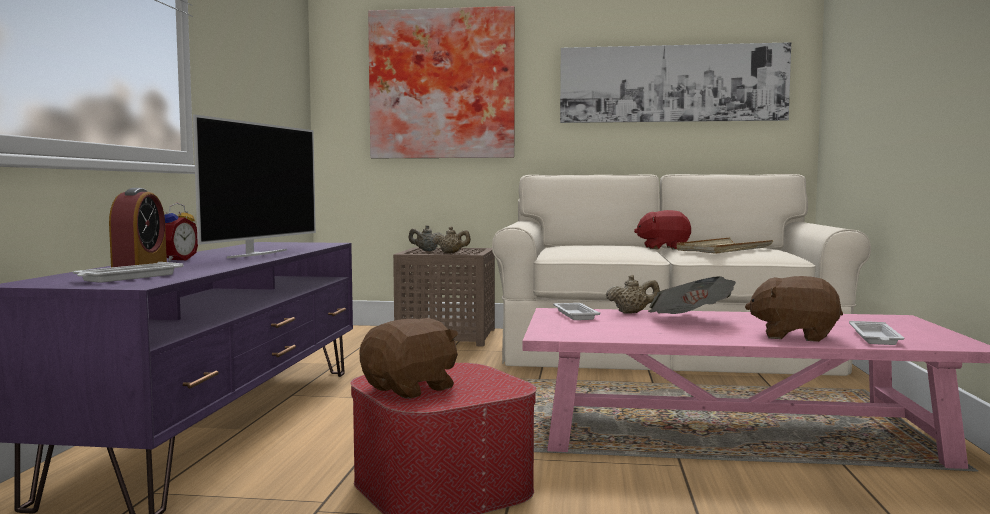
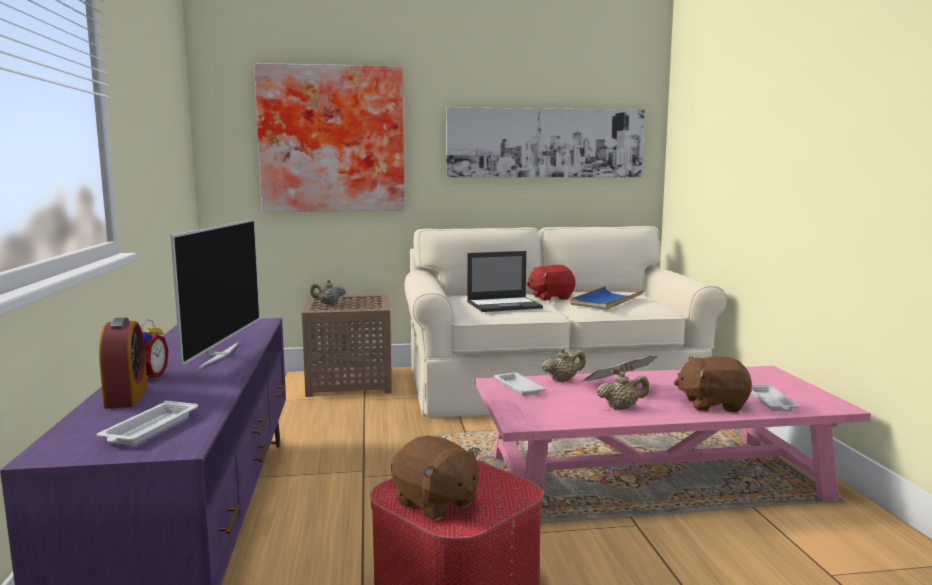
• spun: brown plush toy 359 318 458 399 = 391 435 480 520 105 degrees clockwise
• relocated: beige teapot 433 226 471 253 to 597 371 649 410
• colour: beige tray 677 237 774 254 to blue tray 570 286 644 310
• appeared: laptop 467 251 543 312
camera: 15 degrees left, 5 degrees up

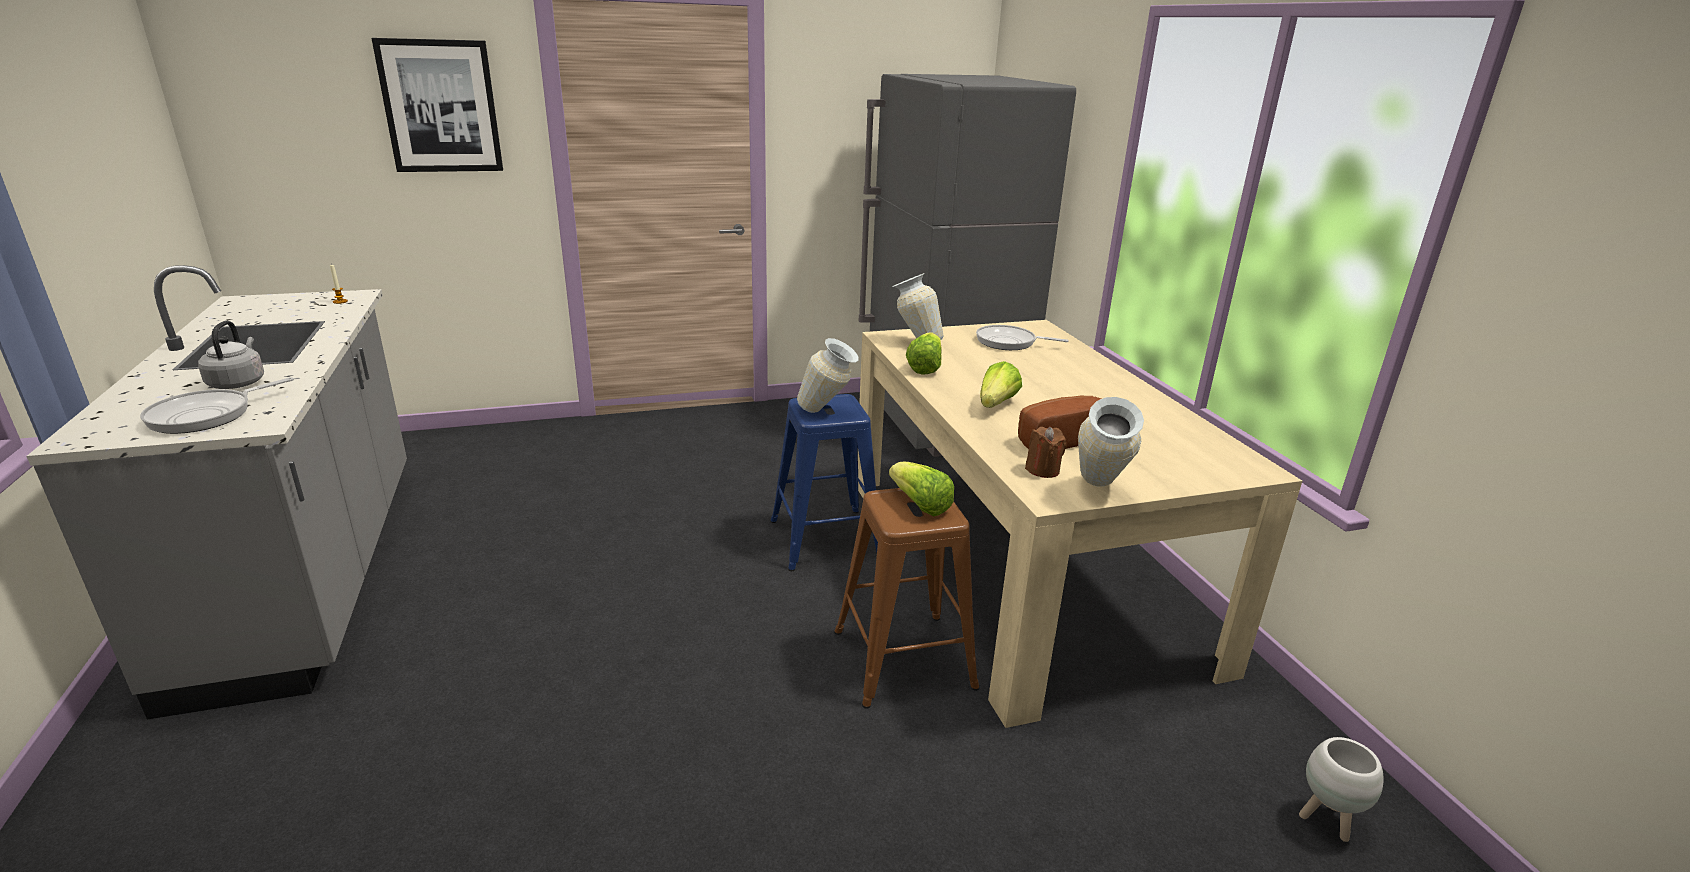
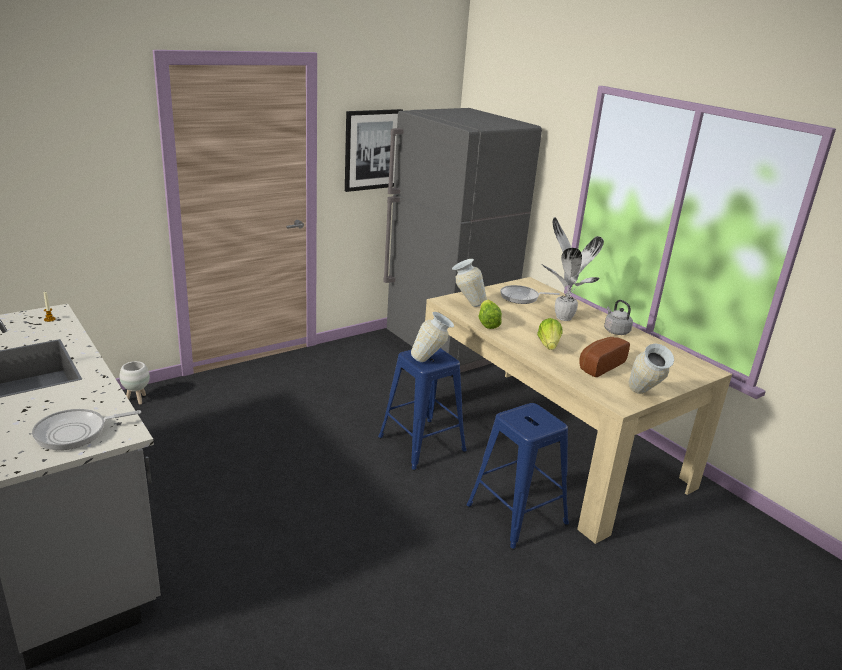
• spun: frying pan 140 377 294 434 = 32 409 141 450 45 degrees clockwise
• relocated: grey kettle 198 321 264 389 to 604 300 633 335
• relocated: picture 372 38 503 172 to 345 109 403 192
• colour: brown stool 834 488 979 709 to blue stool 466 403 569 550
• missing: lettuce 889 462 954 516
• missing: brown candle 1025 427 1066 478
• relocated: white planter 1299 737 1384 842 to 120 361 150 404
• appeared: potted plant 541 217 604 321
camera: 20 degrees left, 0 degrees up

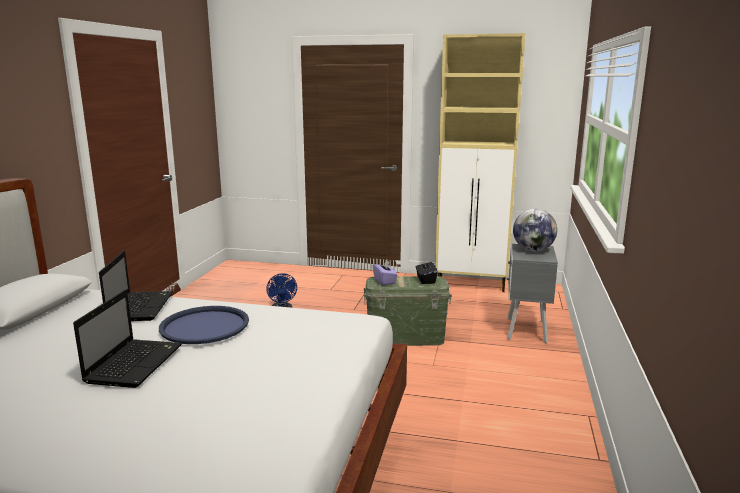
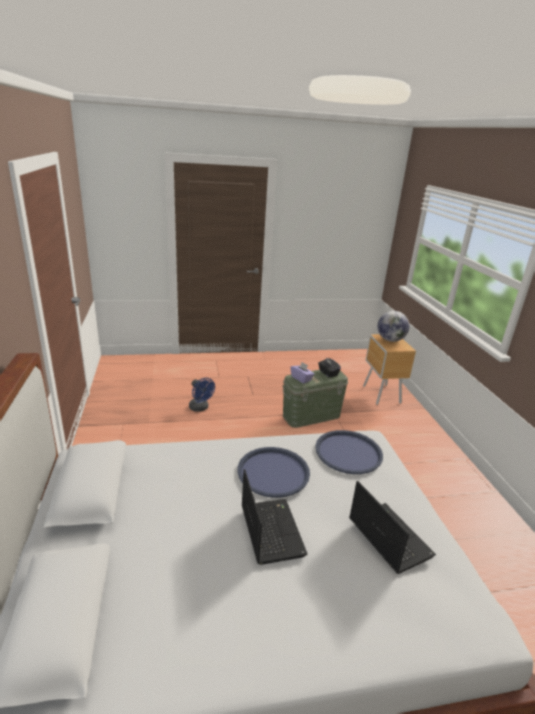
• relocated: laptop 99 251 173 321 to 349 481 436 574
• missing: beige cabinet 435 33 526 292
• colour: grey nightstand 507 244 558 343 to brown nightstand 363 334 416 405
• appeared: blue tray 315 430 383 474
camera: 25 degrees left, 10 degrees up

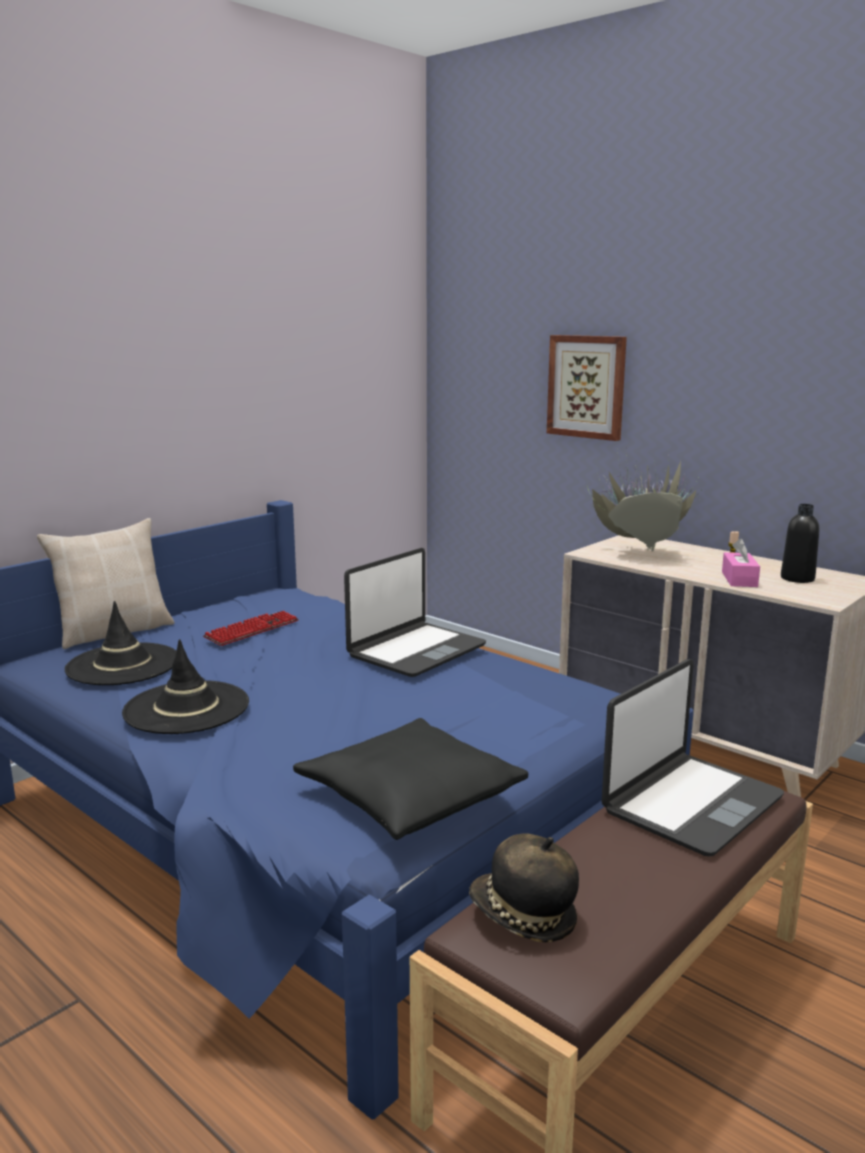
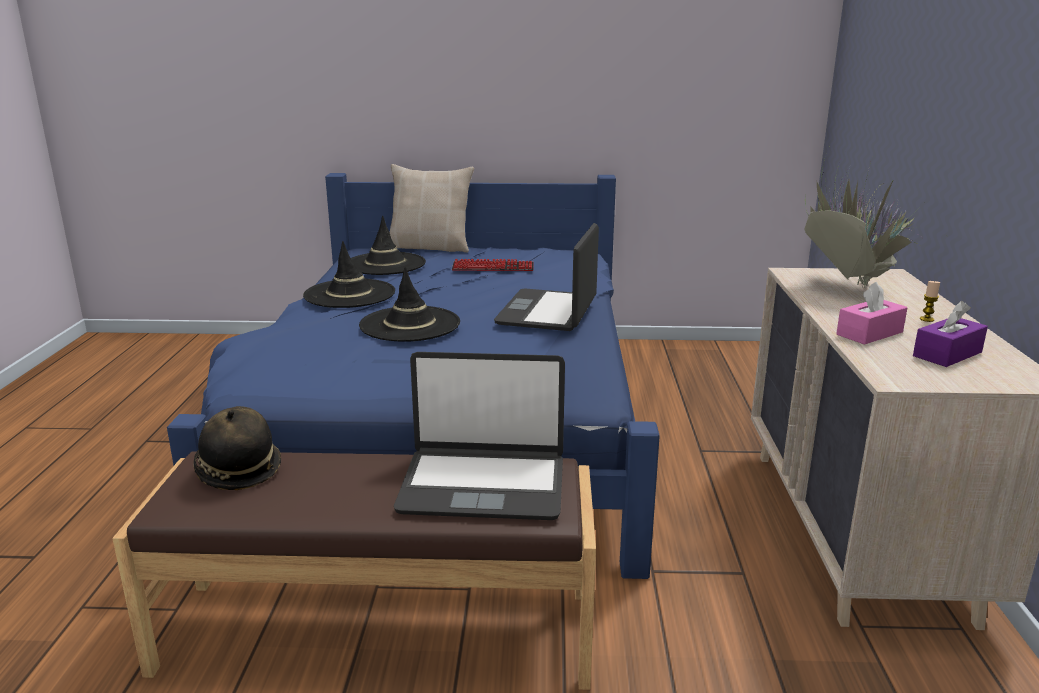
• missing: black pillow 293 718 528 840
• spun: laptop 344 548 486 677 = 494 223 599 331 105 degrees clockwise
• missing: picture 547 335 627 441
• exchanged: black bottle 781 504 819 583 to purple tissue box 913 301 988 367
• appeared: black hat 359 267 460 342
camera: 50 degrees right, 5 degrees up

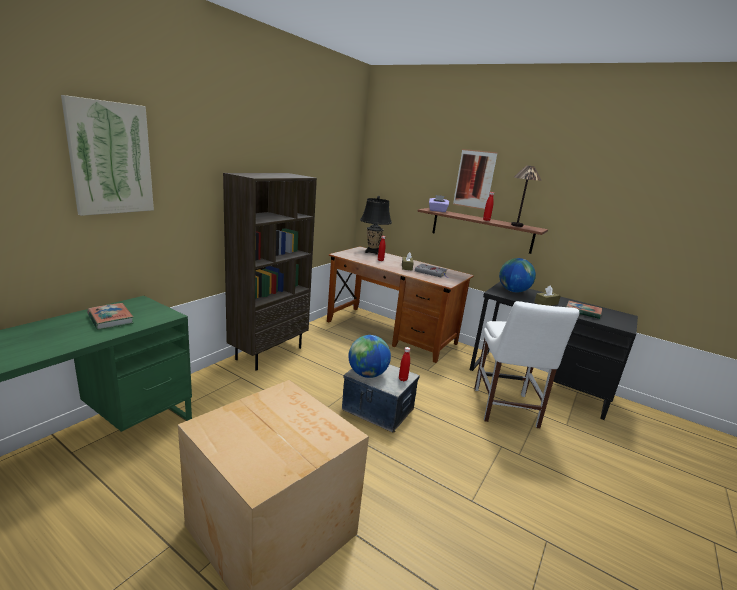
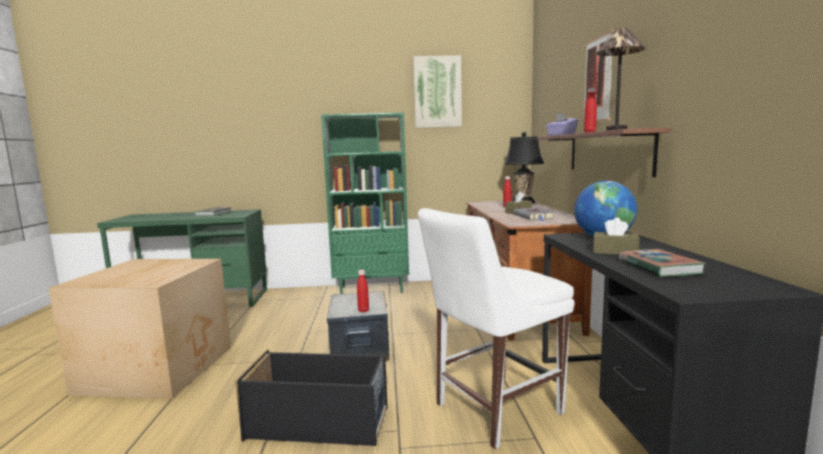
• relocated: picture 61 95 154 216 to 413 55 462 128
• colour: brown bookcase 223 173 317 371 to green bookcase 321 112 409 294
• missing: globe 348 335 391 378
• appeared: black storage box 235 349 388 446
camera: 55 degrees right, 10 degrees down

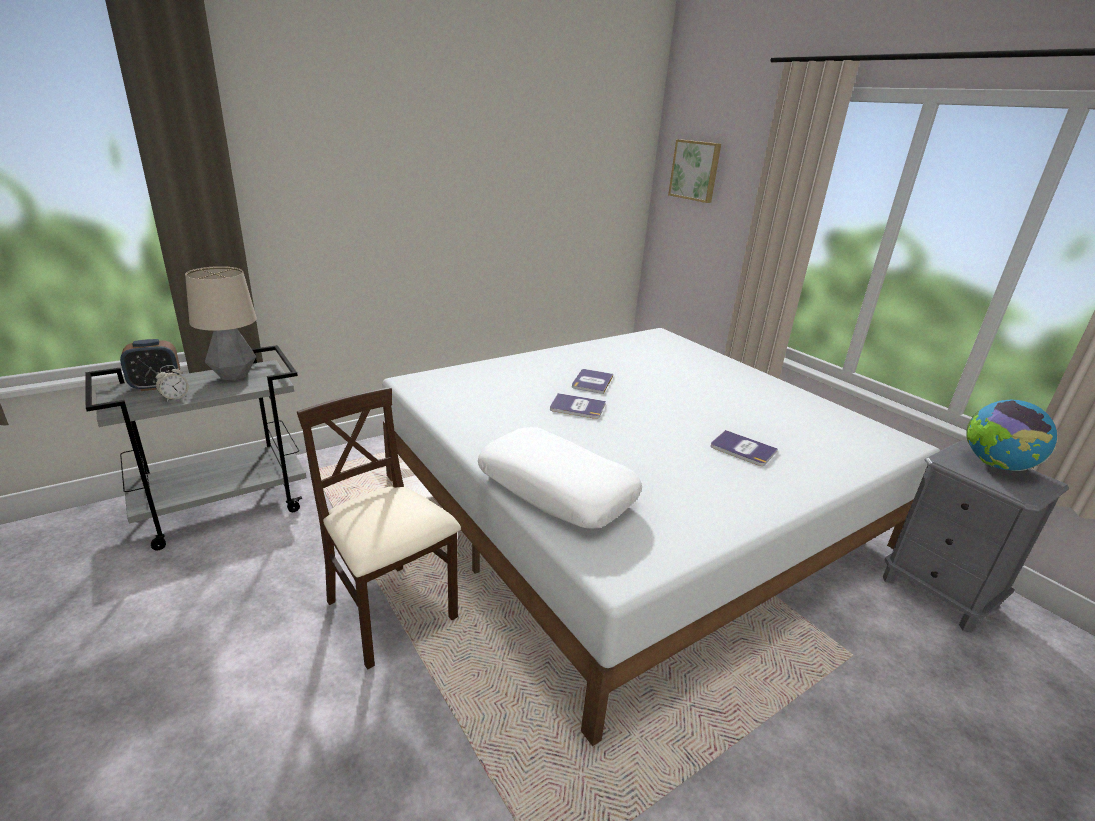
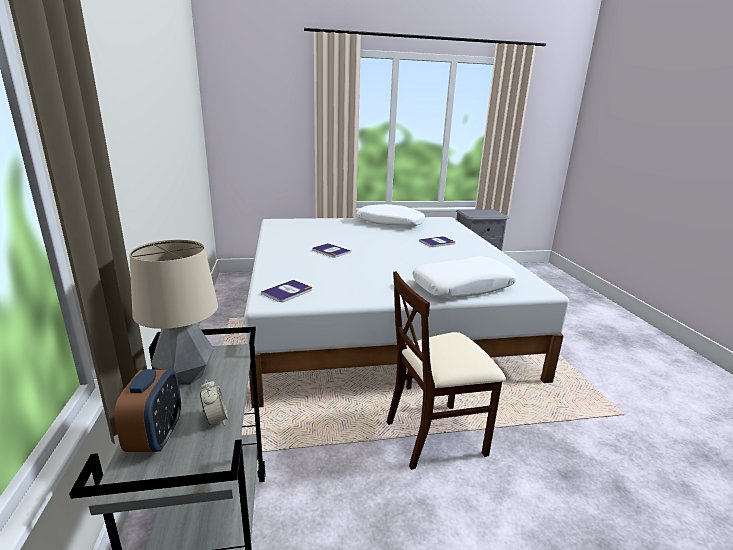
• relocated: book 550 393 606 419 to 261 280 312 302
• missing: picture 668 139 721 203
• missing: globe 966 400 1057 471
• appeared: white pillow 357 204 425 226
camera: 65 degrees left, 5 degrees down

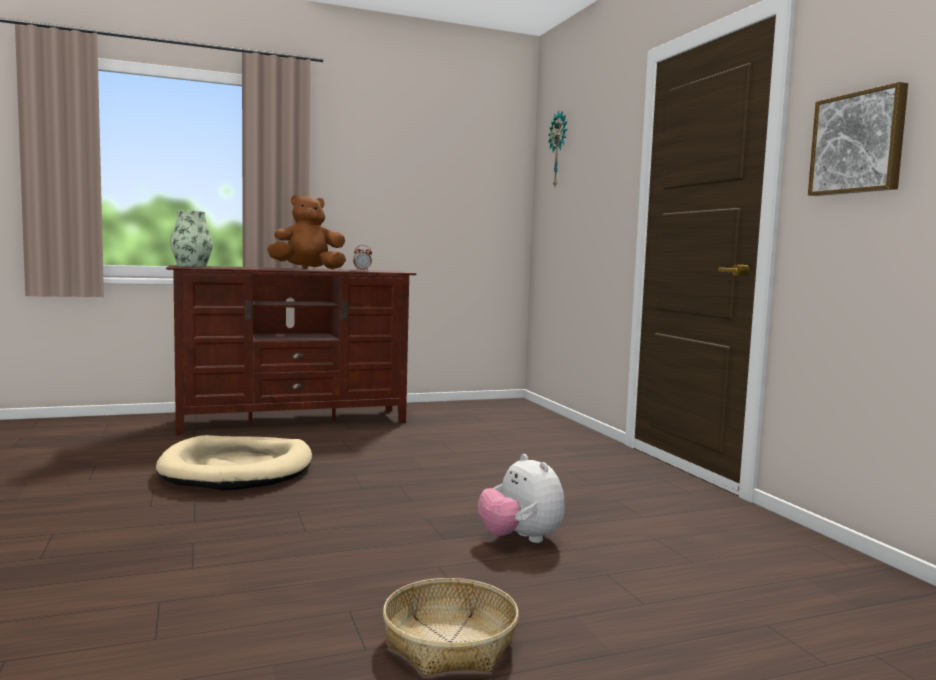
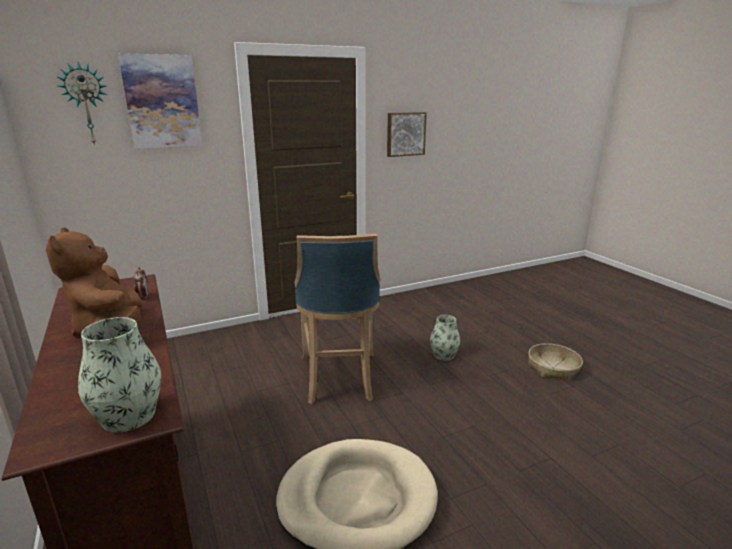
• exchanged: plush toy 478 454 565 543 to vase 430 315 460 361
• appeared: picture 118 53 202 149
• appeared: blue stool 294 234 380 404
camera: 95 degrees left, 15 degrees up

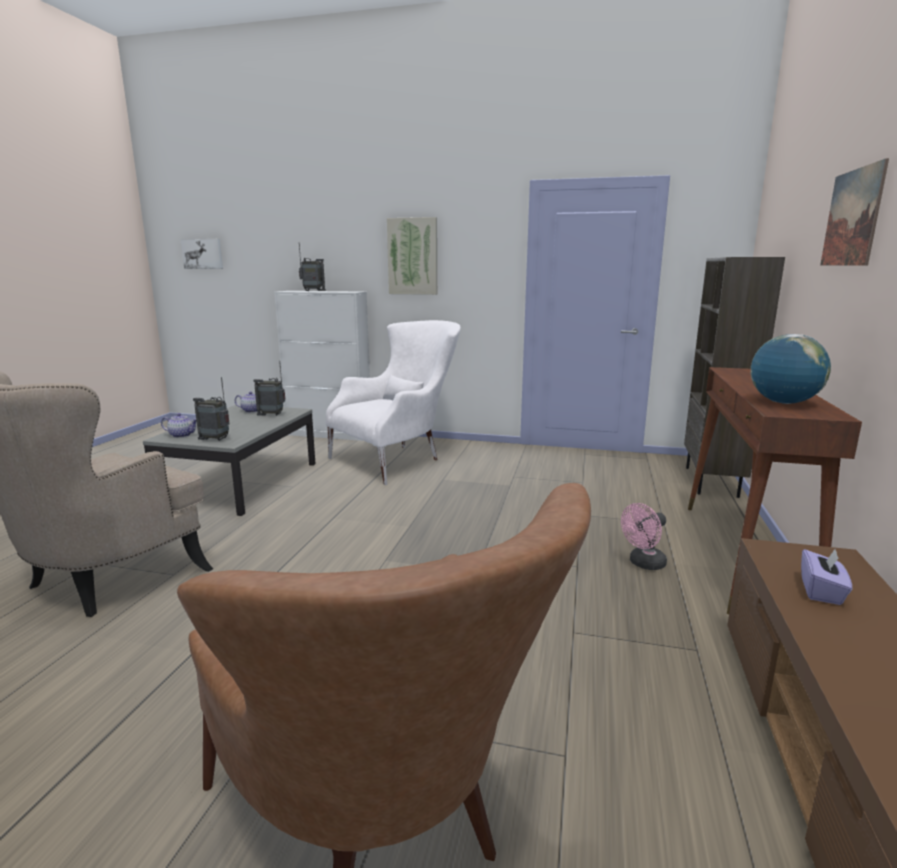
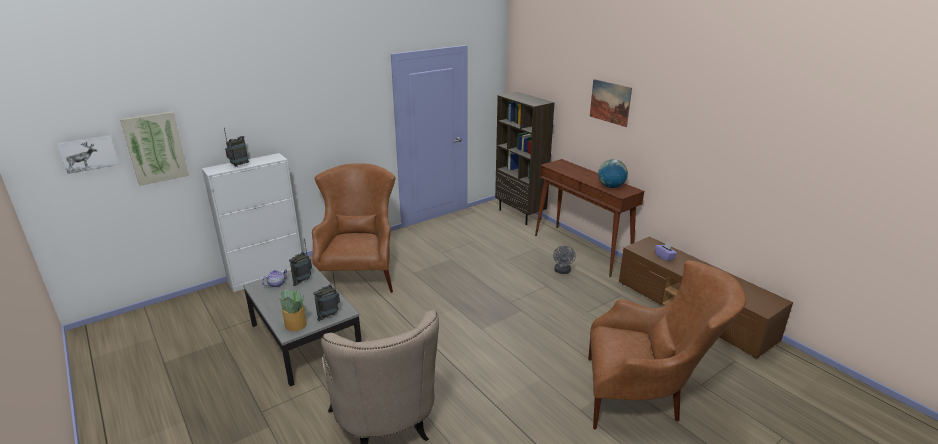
• exchanged: teapot 161 413 197 438 to potted plant 277 289 306 331
• colour: white armchair 326 320 461 485 to brown armchair 312 163 396 293
• relocated: picture 387 217 437 295 to 120 111 189 186
• colour: pink fan 621 503 667 570 to grey fan 553 246 576 274
camera: 50 degrees left, 10 degrees up

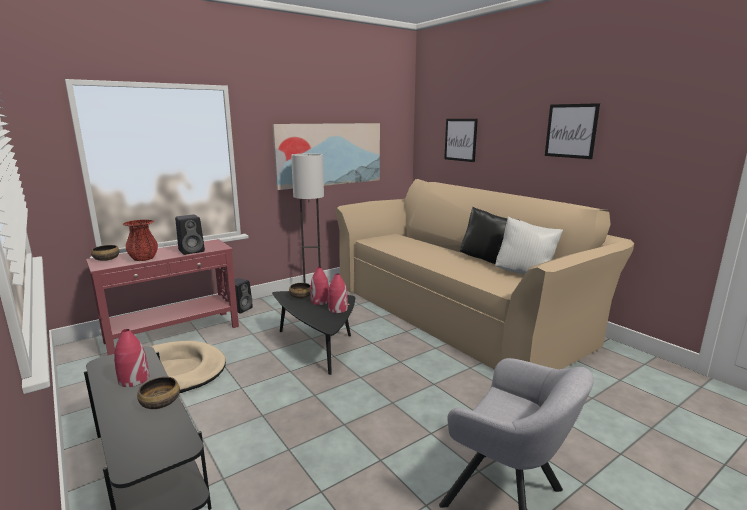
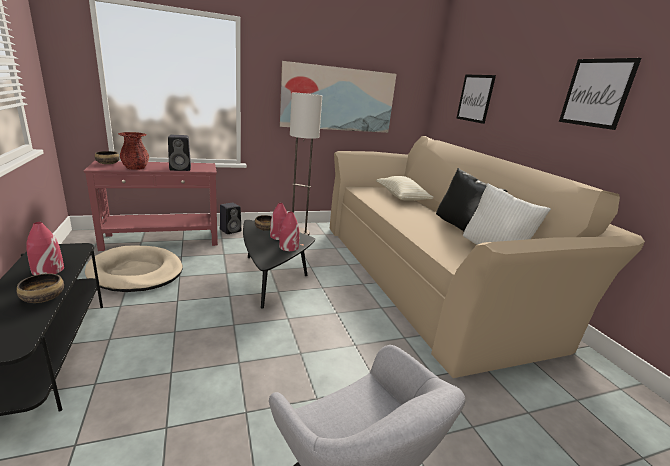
• appeared: beige pillow 376 176 434 201
camera: 15 degrees right, 5 degrees up

